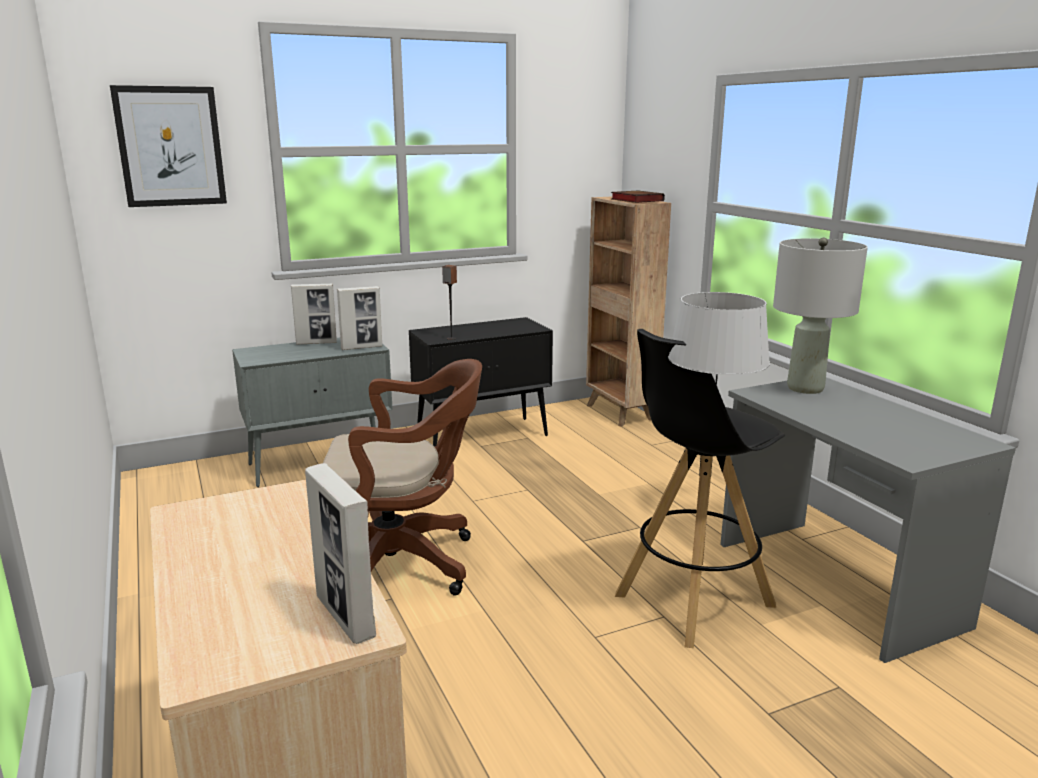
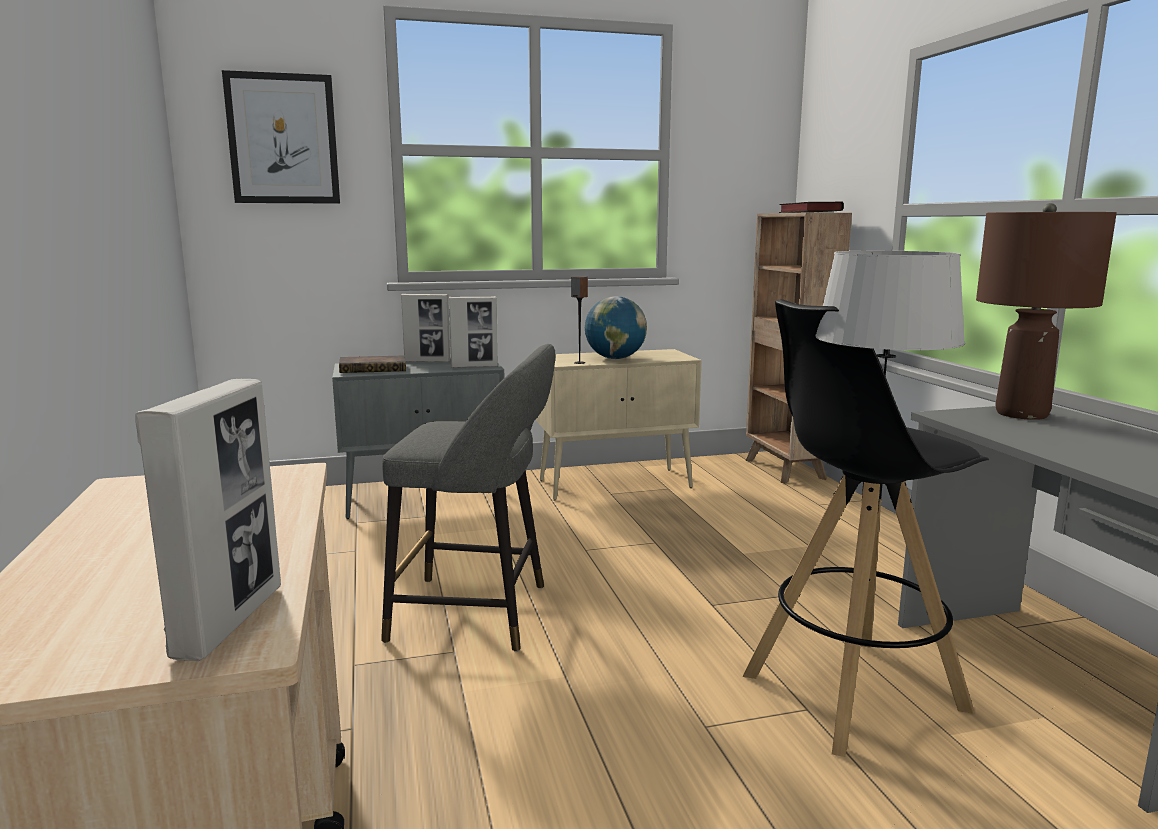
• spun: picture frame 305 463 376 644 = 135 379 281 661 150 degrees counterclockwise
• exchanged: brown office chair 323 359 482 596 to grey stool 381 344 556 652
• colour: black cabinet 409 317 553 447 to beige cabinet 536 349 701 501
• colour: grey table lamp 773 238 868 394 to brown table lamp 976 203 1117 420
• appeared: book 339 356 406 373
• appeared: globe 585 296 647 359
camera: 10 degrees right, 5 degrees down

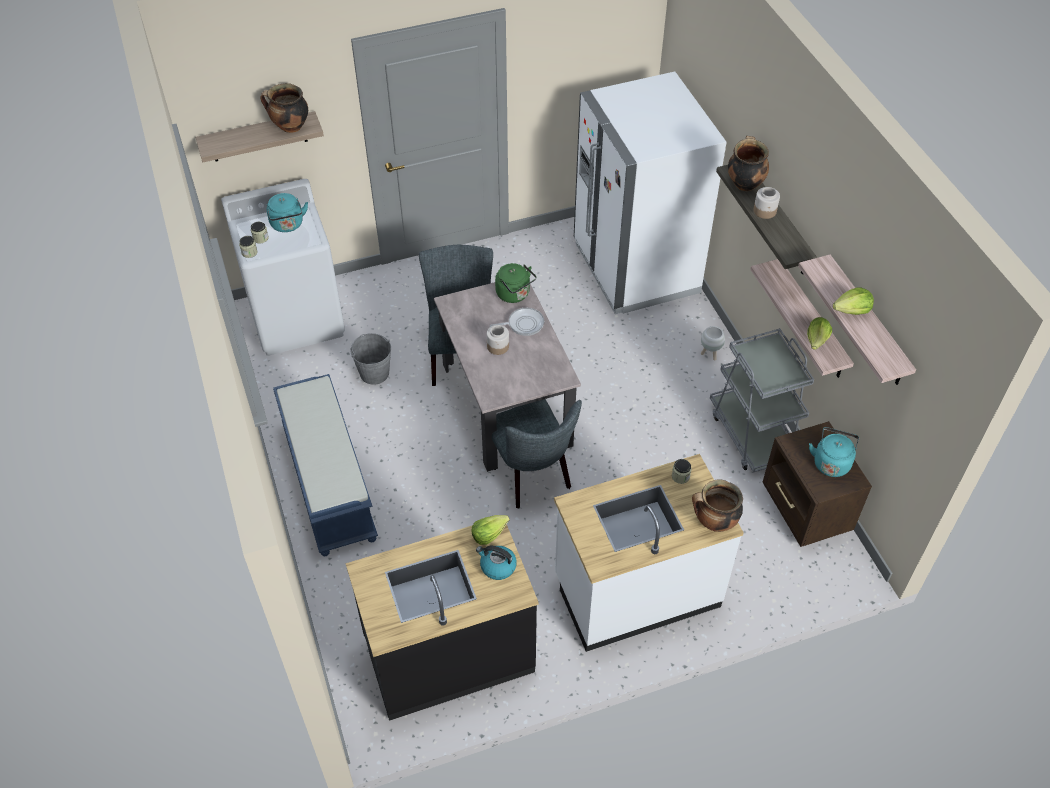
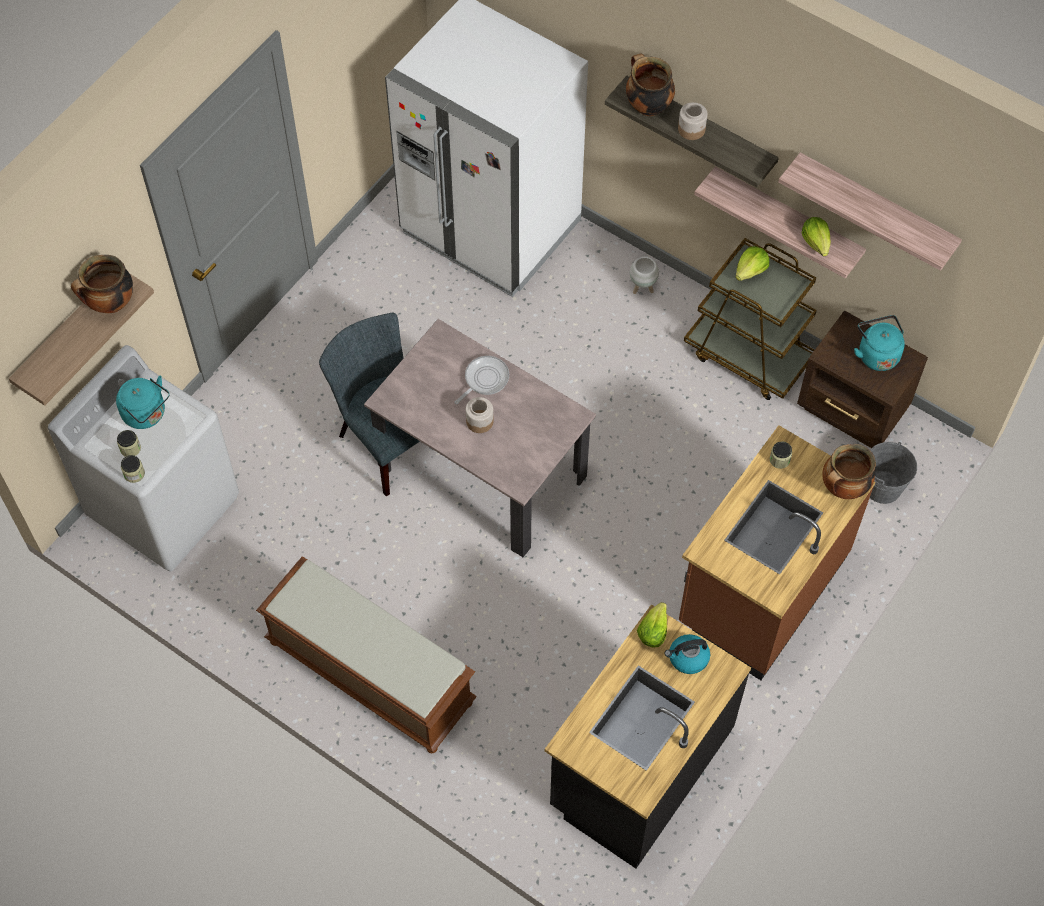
• colour: blue bench 273 374 378 556 to brown bench 256 556 477 753
• relocated: grey bucket 350 333 391 385 to 870 442 917 504
• missing: grey chair 492 399 582 509
• missing: green kettle 495 263 536 303
• colour: white counter 554 454 744 652 to brown counter 679 425 875 680
• colour: grey cart 710 328 814 473 to brown cart 684 238 817 400
• relocated: lettuce 833 287 874 315 to 735 246 769 281
camera: 35 degrees left, 10 degrees up

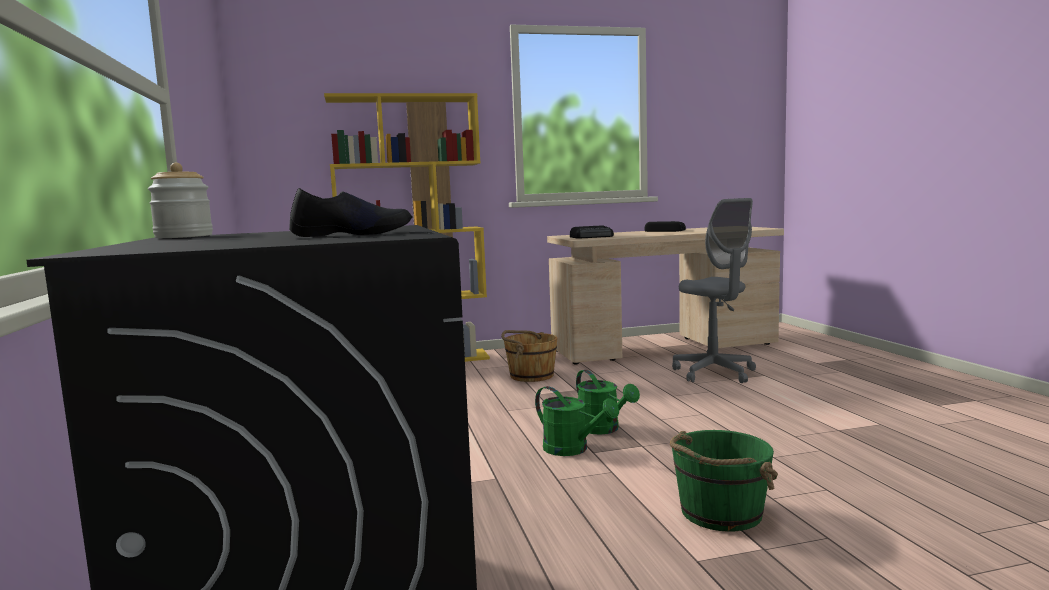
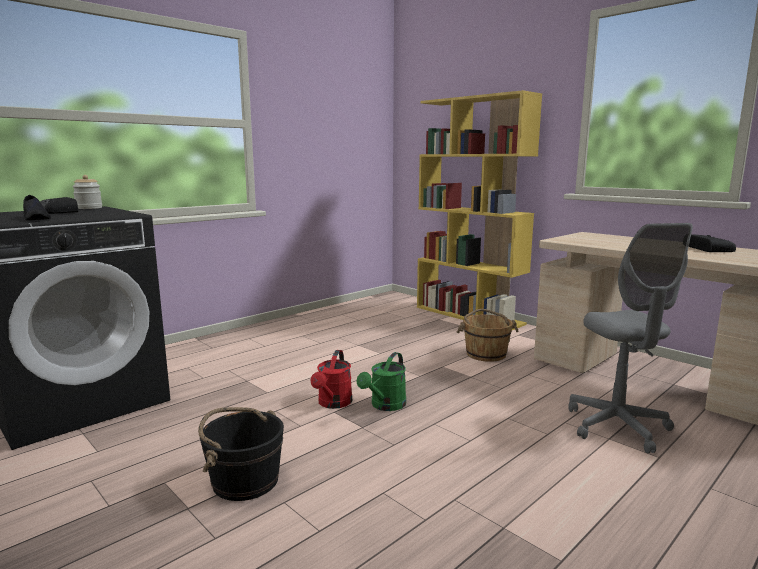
• colour: green watering can 535 386 619 456 to red watering can 310 350 352 409
• relocated: radio 570 226 614 239 to 40 197 78 214
• colour: green bucket 670 430 778 532 to black bucket 198 407 284 501
• spun: grey office chair 672 198 756 383 = 568 223 693 453 45 degrees counterclockwise
camera: 60 degrees right, 5 degrees up

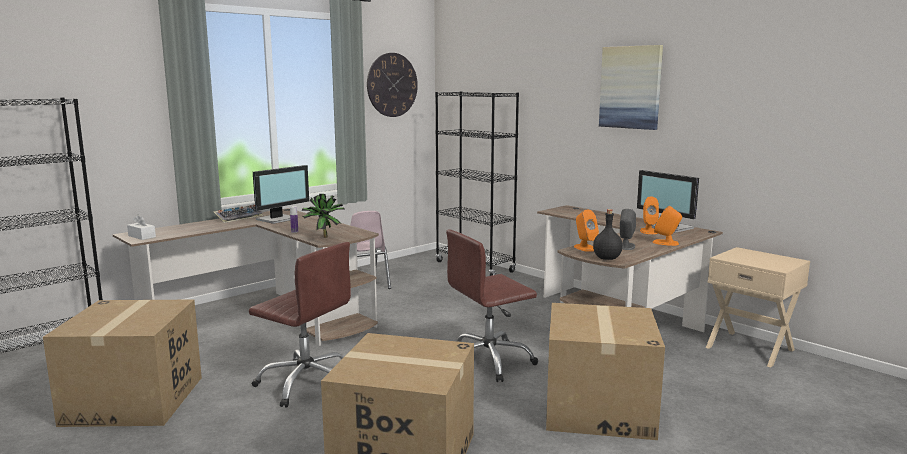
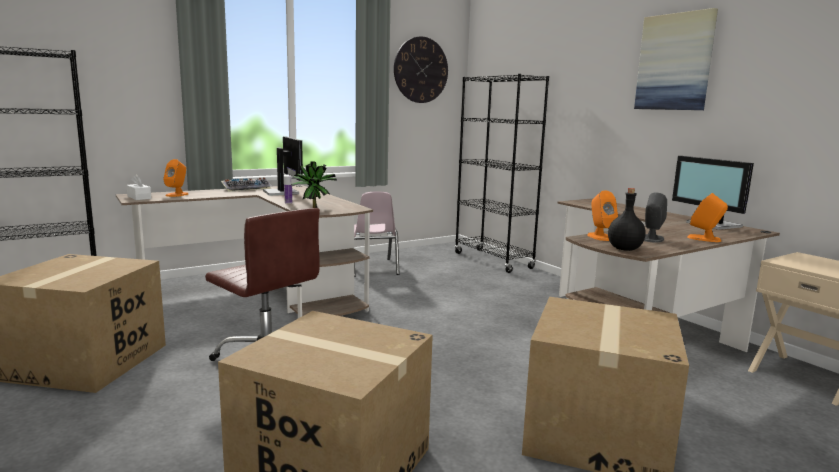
• spun: monitor 253 165 309 224 = 263 137 303 196 75 degrees counterclockwise
• missing: brown office chair 446 229 538 382
• relocated: orange speaker 640 197 659 234 to 163 159 188 197
camera: 10 degrees right, 0 degrees up

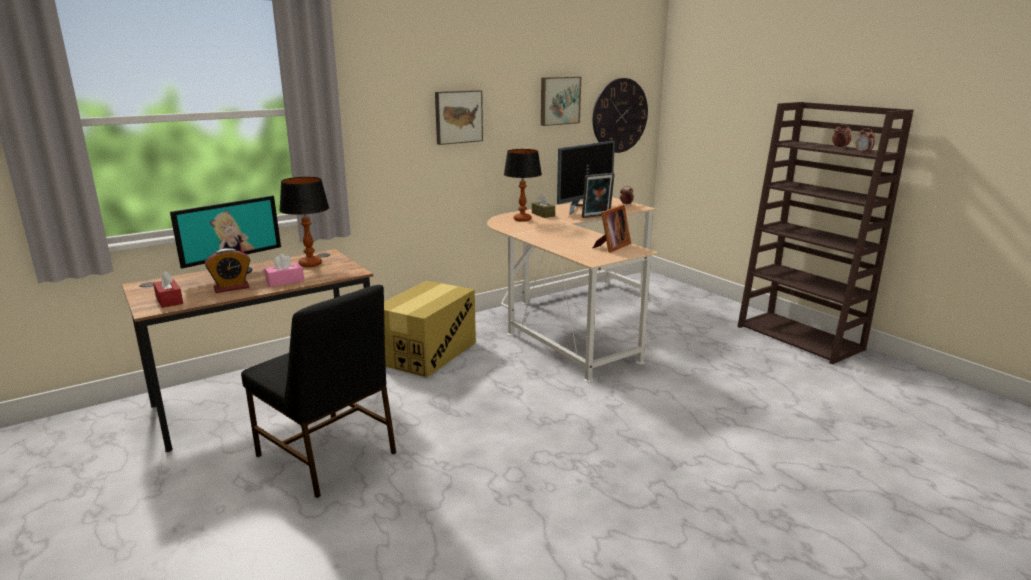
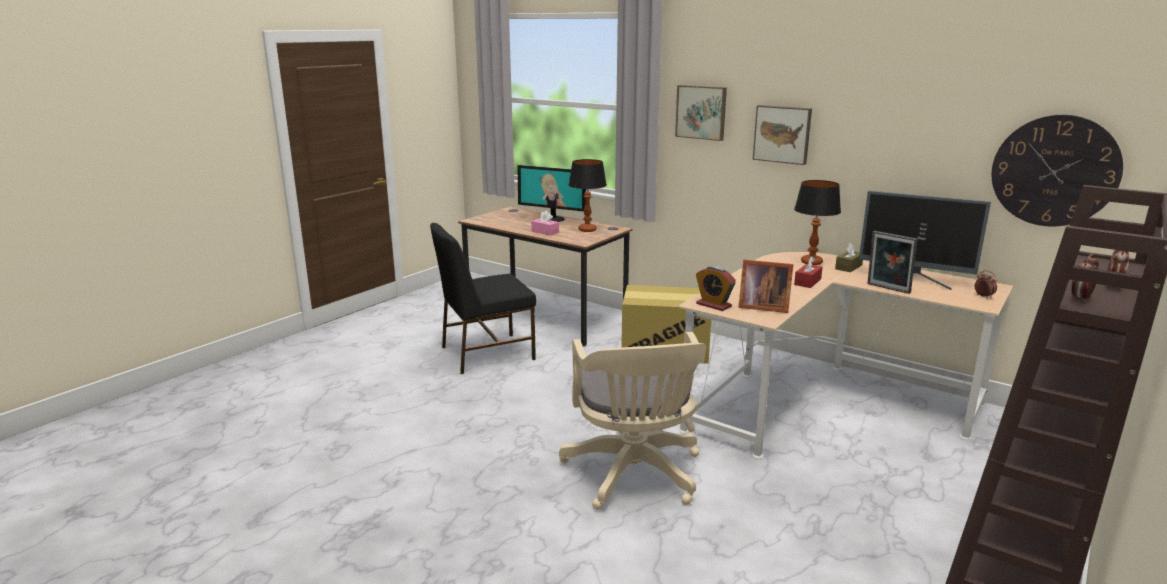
• relocated: red tissue box 153 271 183 308 to 794 257 823 288
• relocated: alarm clock 205 248 250 293 to 696 266 736 311
• spun: black chair 241 285 396 498 = 430 223 536 374 45 degrees clockwise
• relocated: picture 541 76 581 126 to 675 85 727 141
• appeared: beige office chair 559 332 706 510
camera: 70 degrees right, 0 degrees up

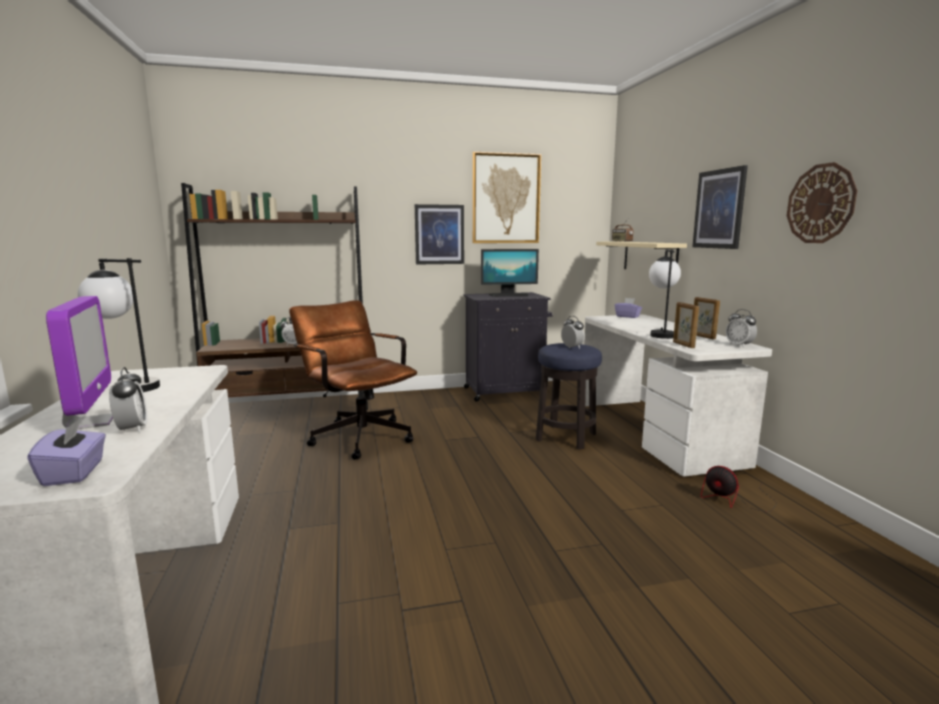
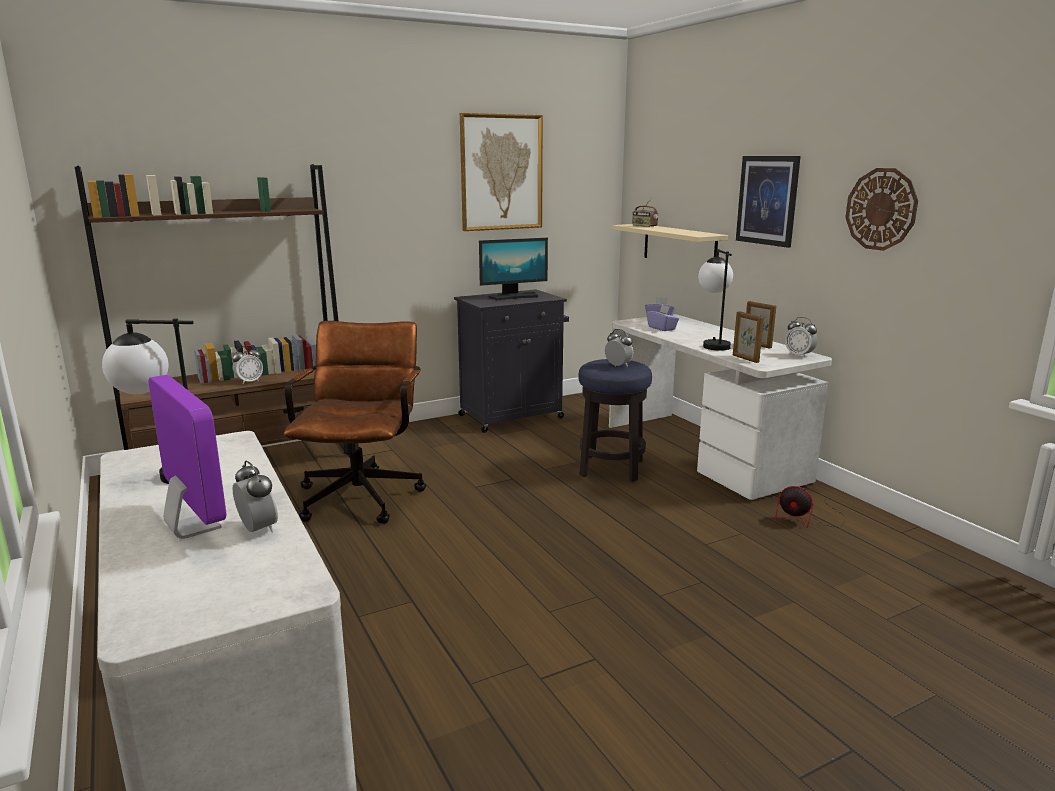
• relocated: purple tissue box 27 418 106 486 to 646 305 679 331
• spun: brown office chair 289 300 417 460 = 284 321 426 524 60 degrees clockwise
• missing: picture 415 204 464 265
camera: 15 degrees left, 5 degrees up

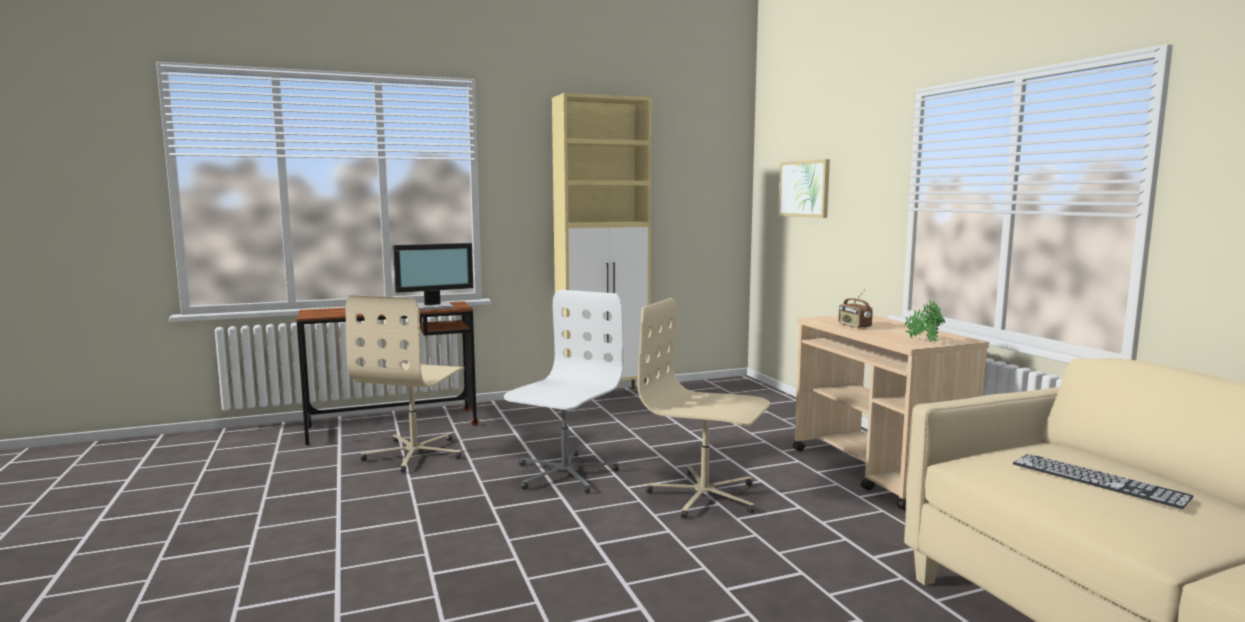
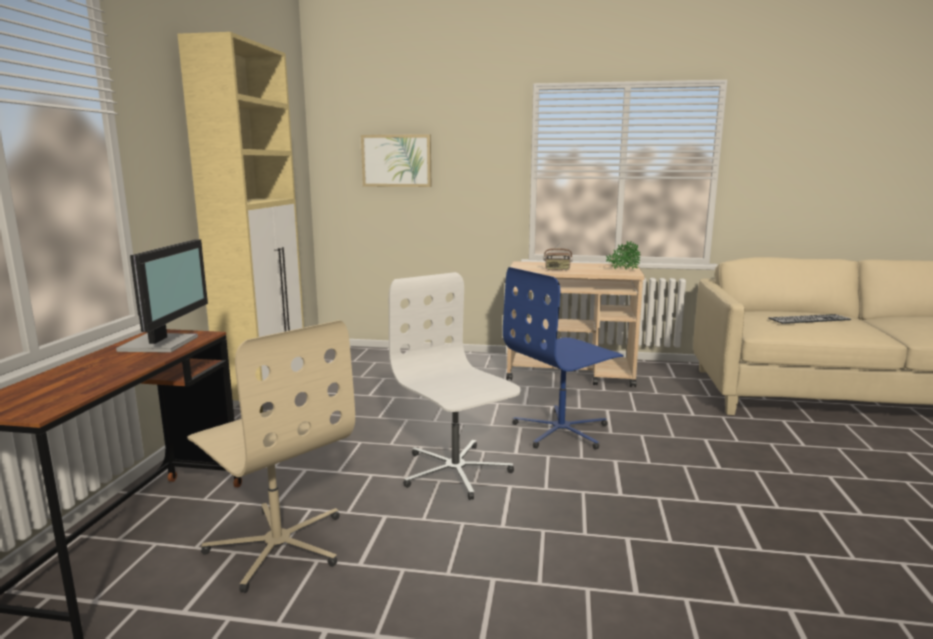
• colour: beige office chair 637 298 770 518 to blue office chair 503 267 624 450
camera: 60 degrees left, 5 degrees up

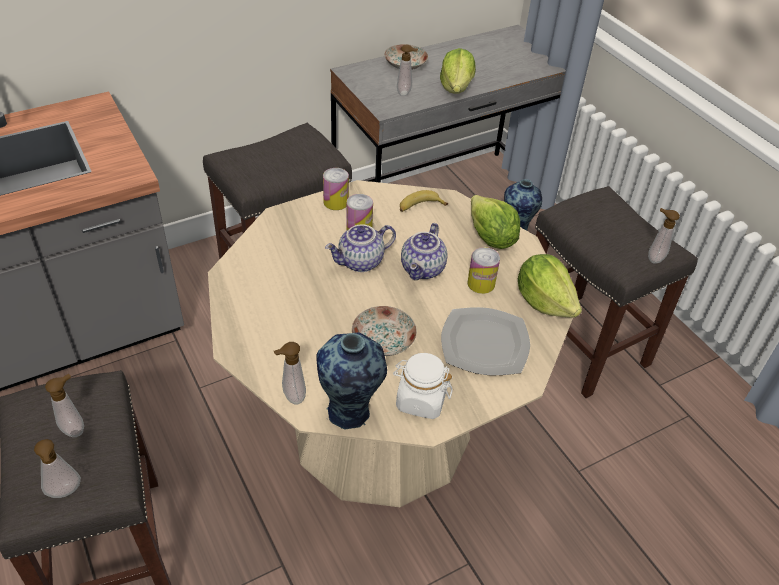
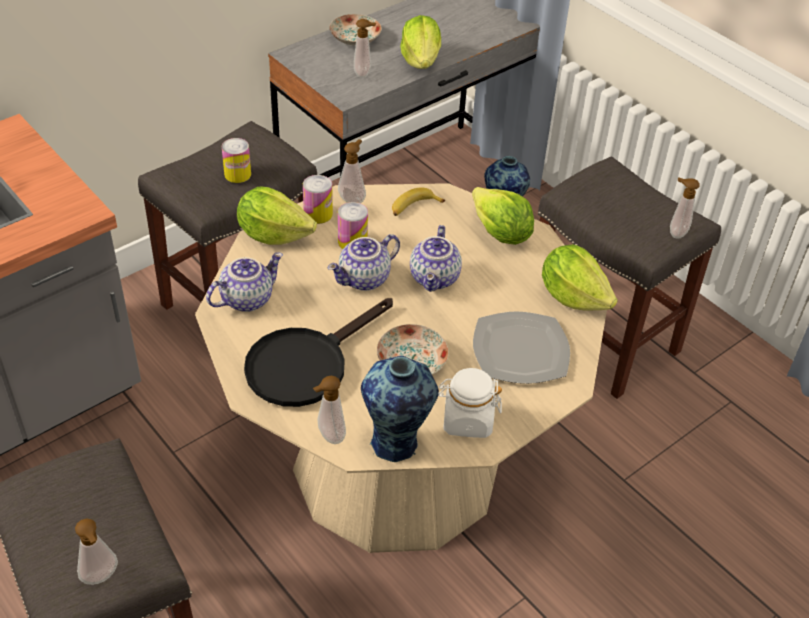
• relocated: soap dispenser 45 374 84 437 to 338 139 366 203
• relocated: can 467 247 500 294 to 222 138 251 183
• appeared: teapot 206 252 283 312
• appeared: lettuce 237 187 317 245
• appeared: black frying pan 244 298 393 407
camera: 10 degrees left, 0 degrees up

